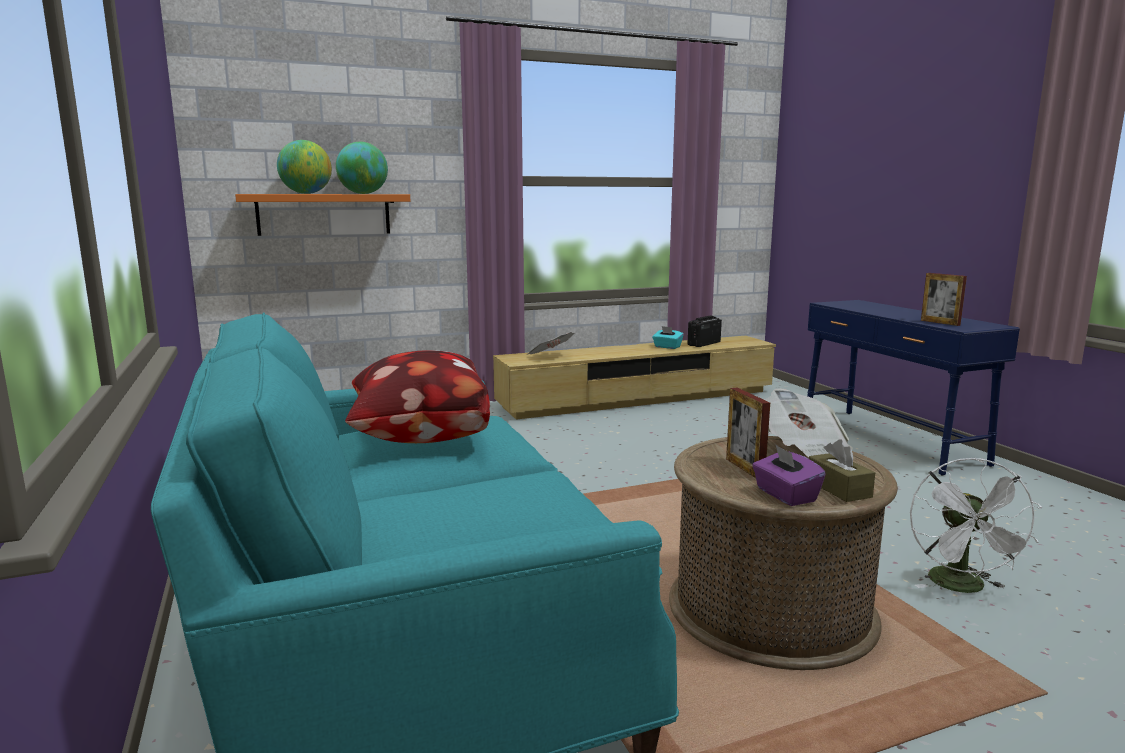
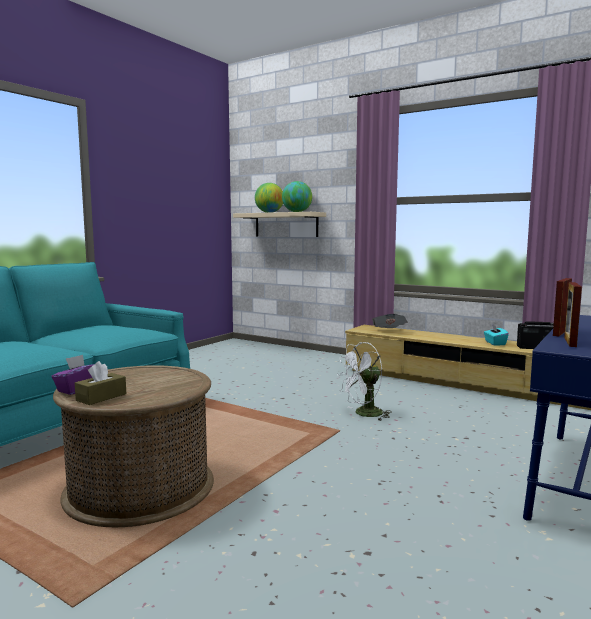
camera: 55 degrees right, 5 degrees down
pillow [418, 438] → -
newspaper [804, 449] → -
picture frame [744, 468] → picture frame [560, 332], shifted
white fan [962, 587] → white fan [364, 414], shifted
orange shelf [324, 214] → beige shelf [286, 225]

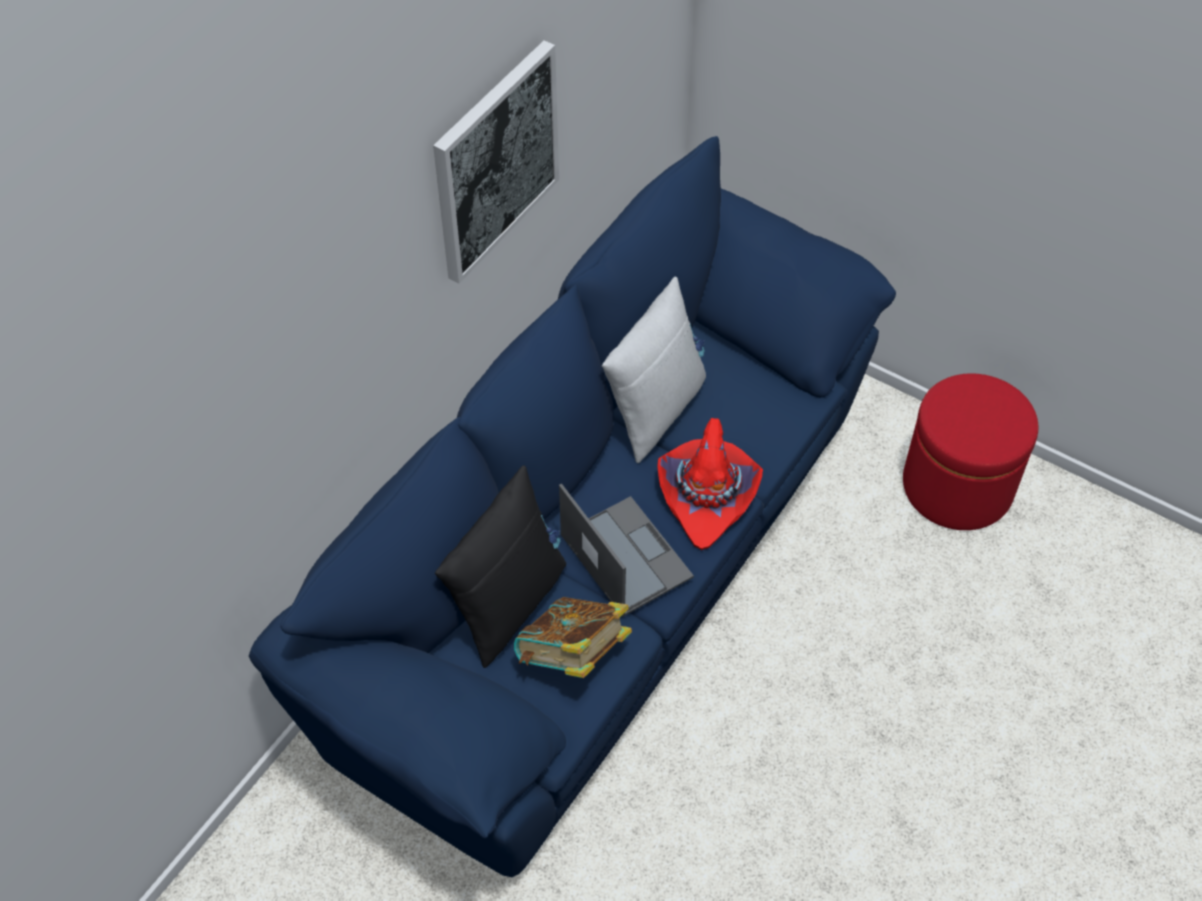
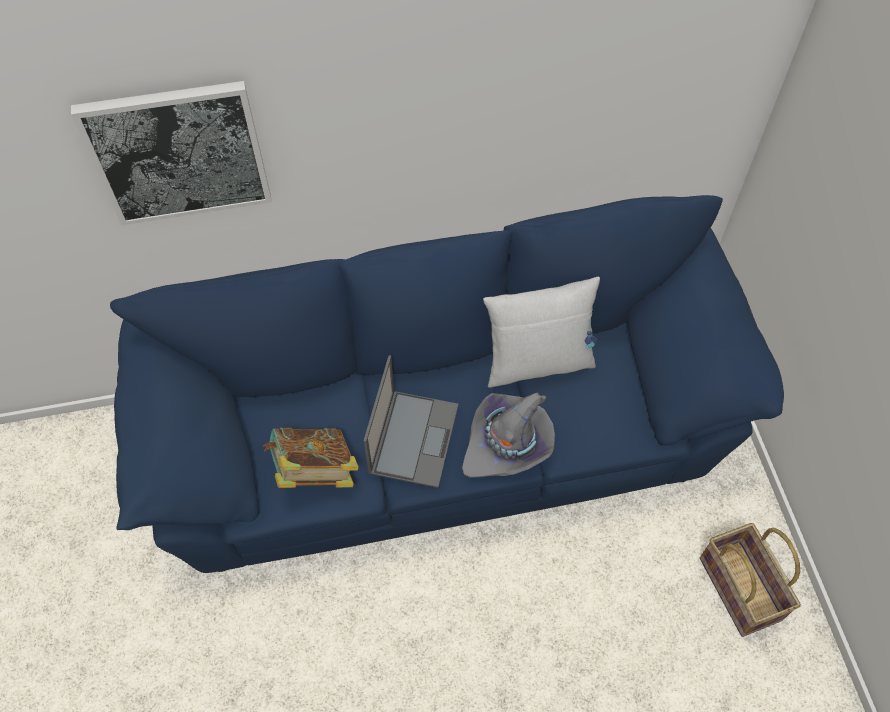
camera: 45 degrees right, 5 degrees up
black pillow [508, 605] → -
picture [495, 161] → picture [178, 153], shifted
red ottoman [957, 486] → basket [741, 588]
red hat [707, 495] → grey hat [508, 444]

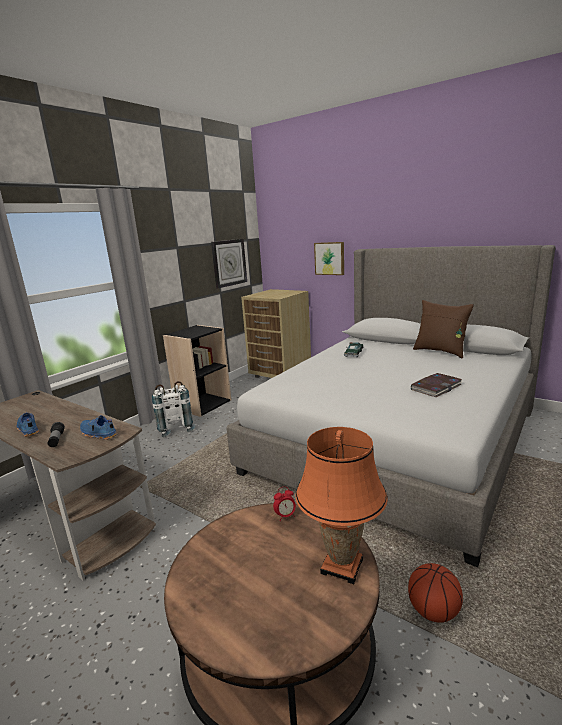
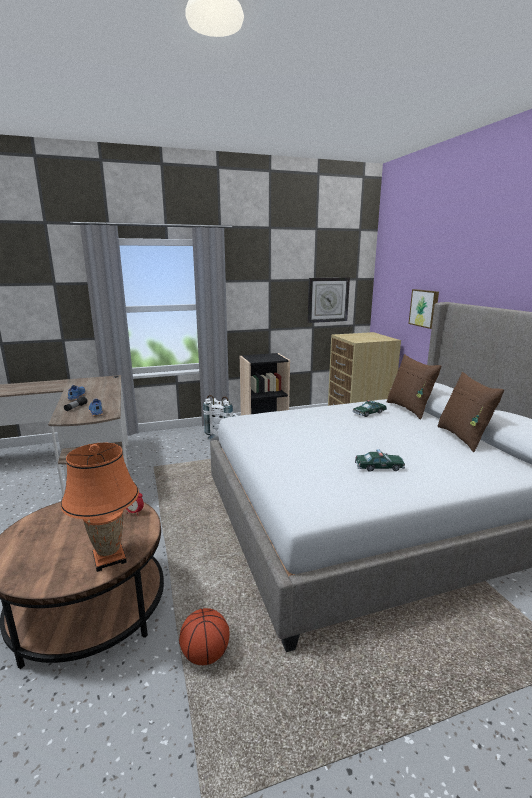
camera: 35 degrees right, 0 degrees up
- → brown pillow [409, 409]
book [436, 387] → toy car [379, 467]

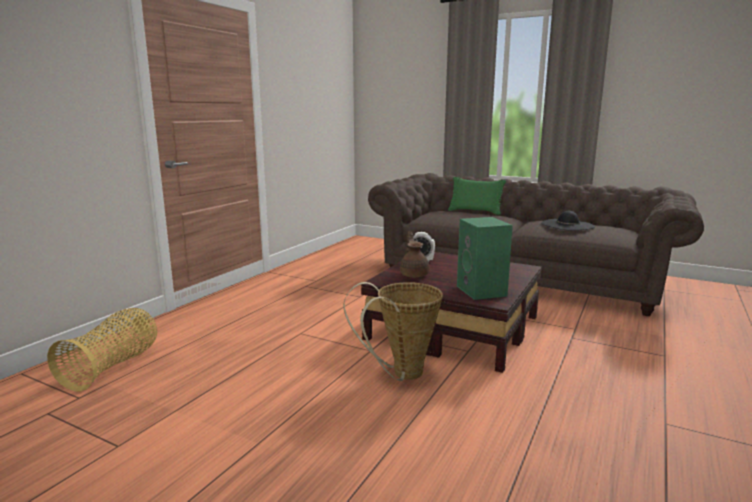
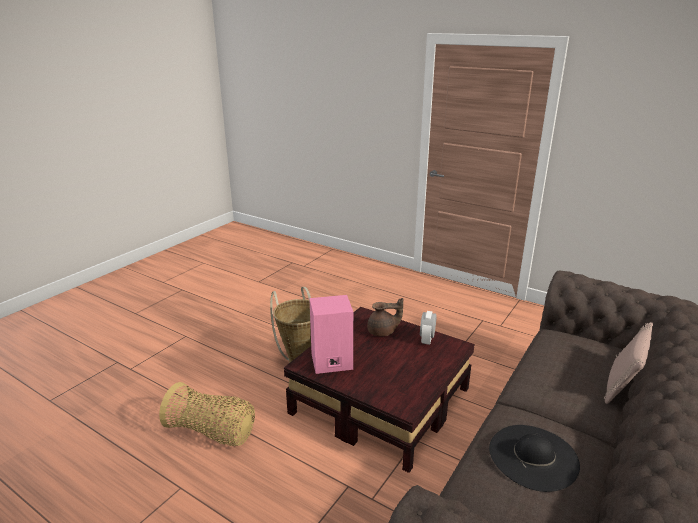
camera: 95 degrees right, 10 degrees up
basket [112, 367] → basket [212, 432], shifted
green pillow [475, 212] → beige pillow [622, 383]
green speaker [482, 291] → pink speaker [330, 362]

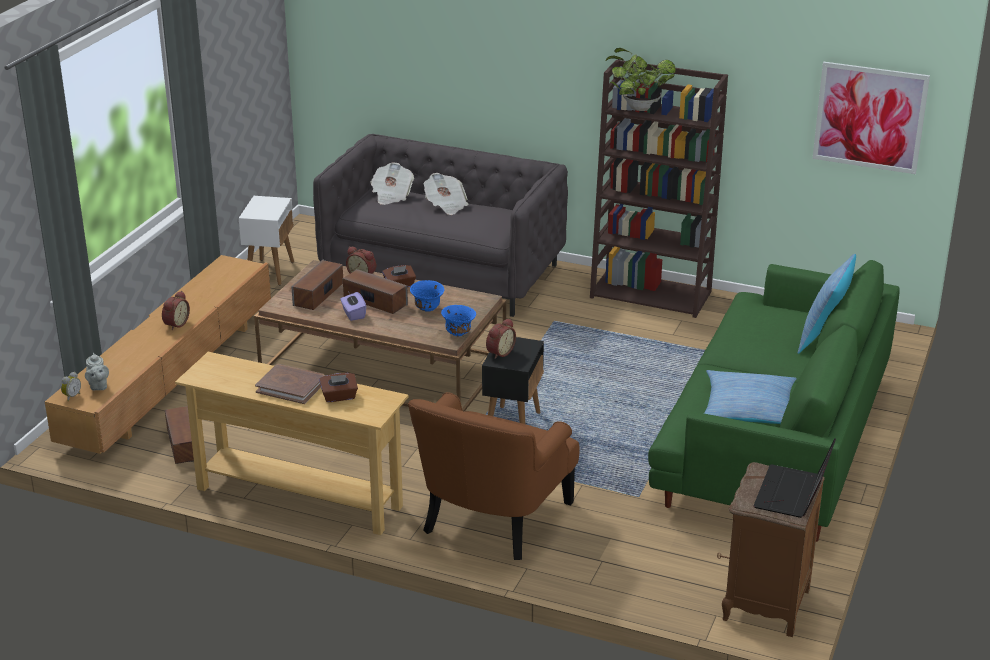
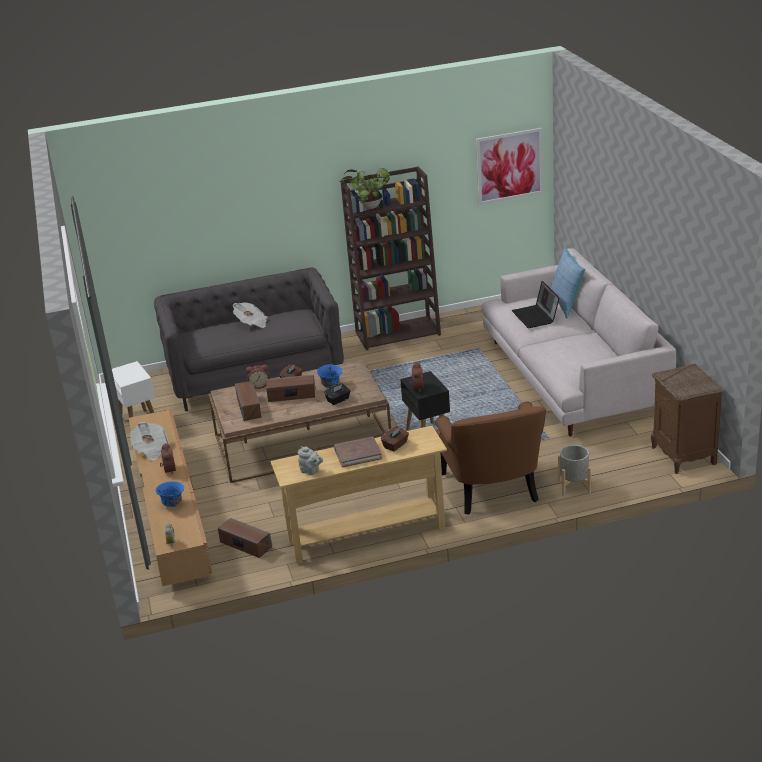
camera: 35 degrees left, 0 degrees up
purple tissue box [353, 314] → -
pillow [748, 408] → -
- → black tissue box [338, 400]
- → grey planter [574, 486]
grey teapot [98, 386] → grey teapot [311, 471], shifted
newspaper [391, 195] → newspaper [151, 450], shifted
blue bowl [458, 333] → blue bowl [172, 504], shifted
laptop [793, 495] → laptop [536, 317], shifted
green sofa [775, 439] → white sofa [573, 377]

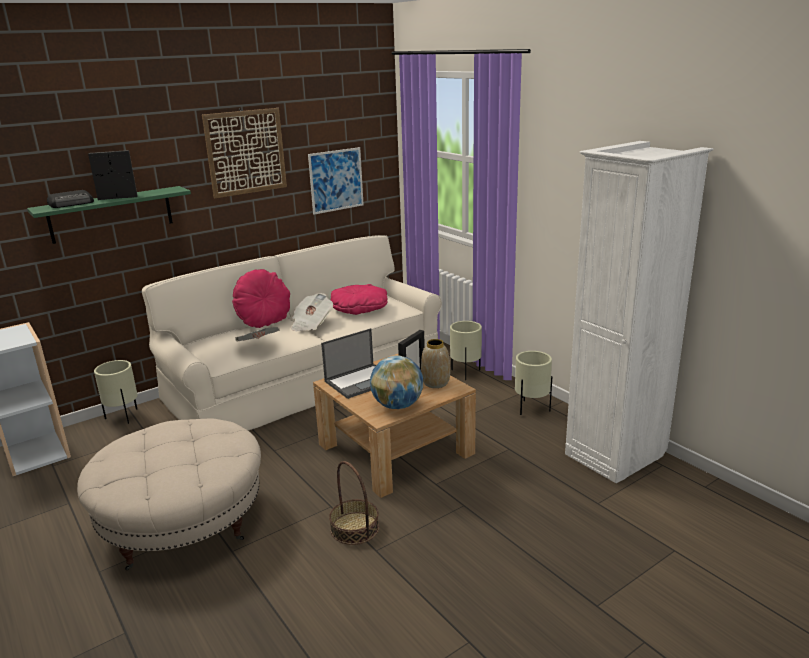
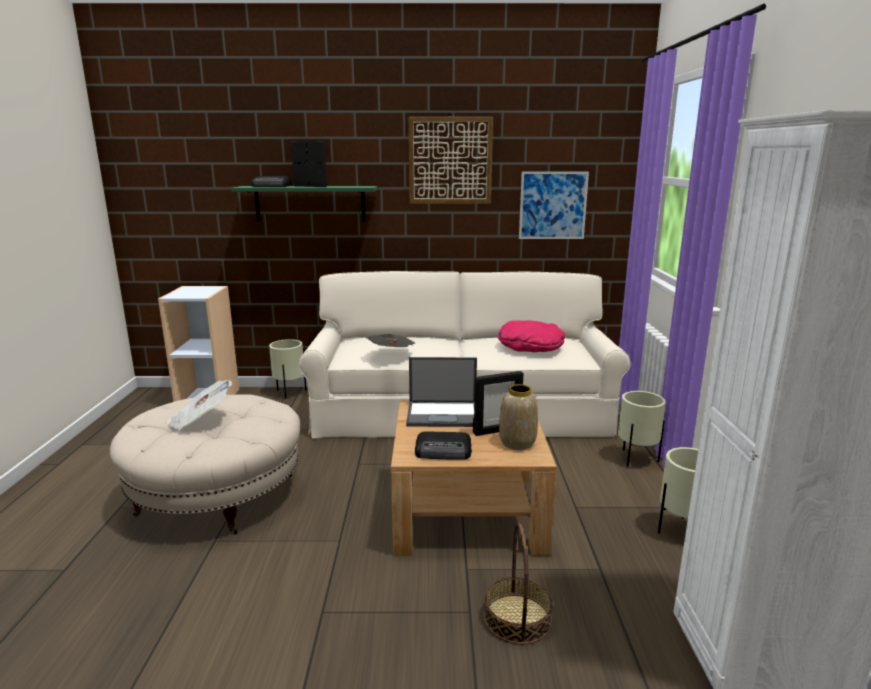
camera: 35 degrees right, 5 degrees down
pink pillow [264, 323] → -
newspaper [311, 324] → newspaper [200, 420], shifted
basket [355, 528] → basket [517, 618], shifted
globe [397, 405] → radio [444, 451]

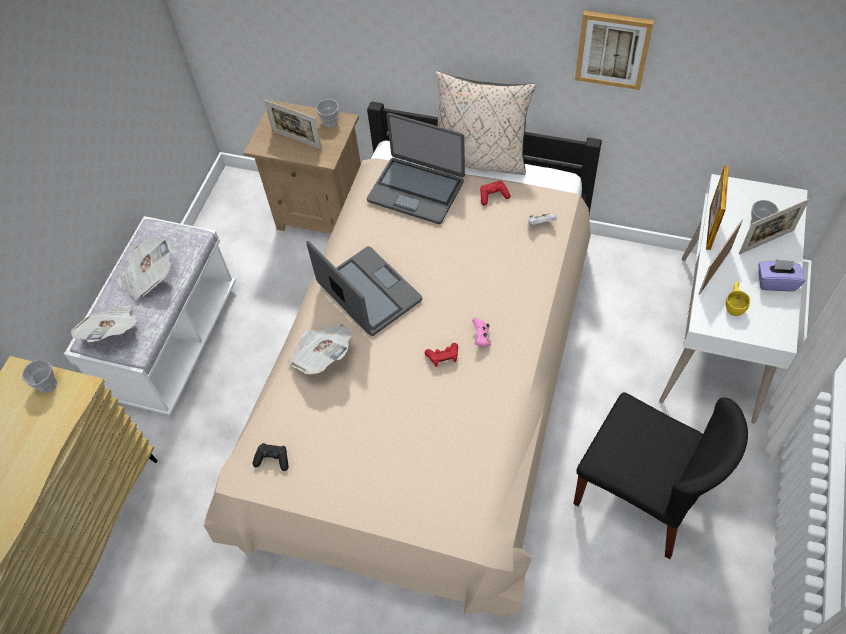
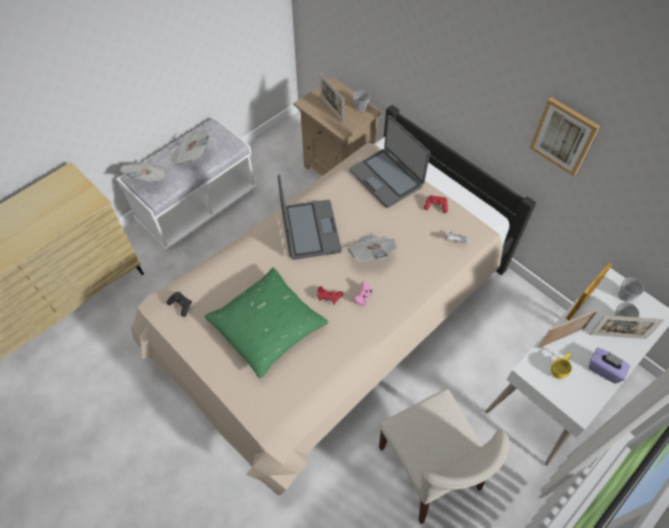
camera: 25 degrees right, 0 degrees up
beige pillow [481, 158] → -
- → green pillow [268, 326]
cup [47, 384] → cup [625, 296], shifted
newspaper [322, 356] → newspaper [370, 254], shifted
black chair [641, 494] → beige chair [430, 468]

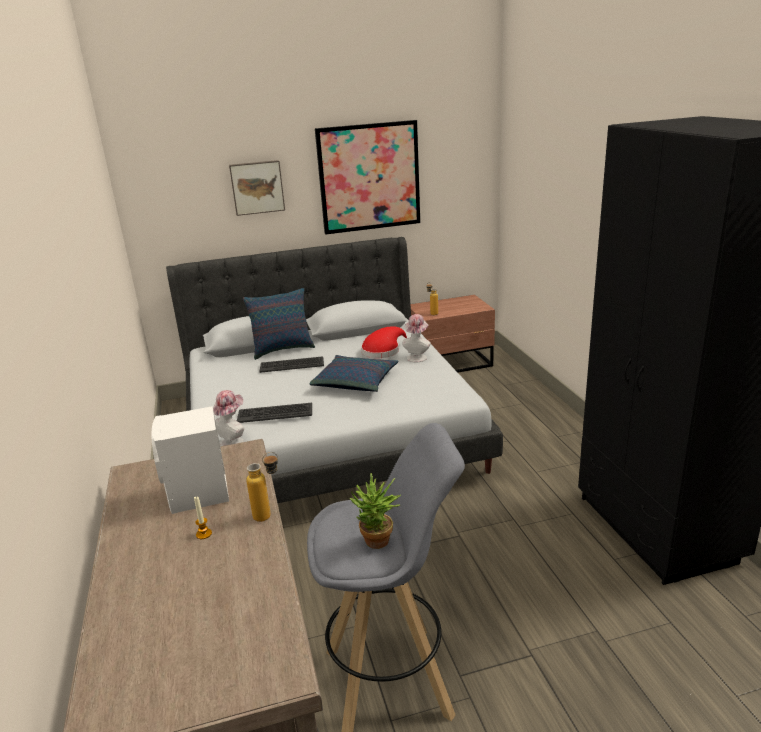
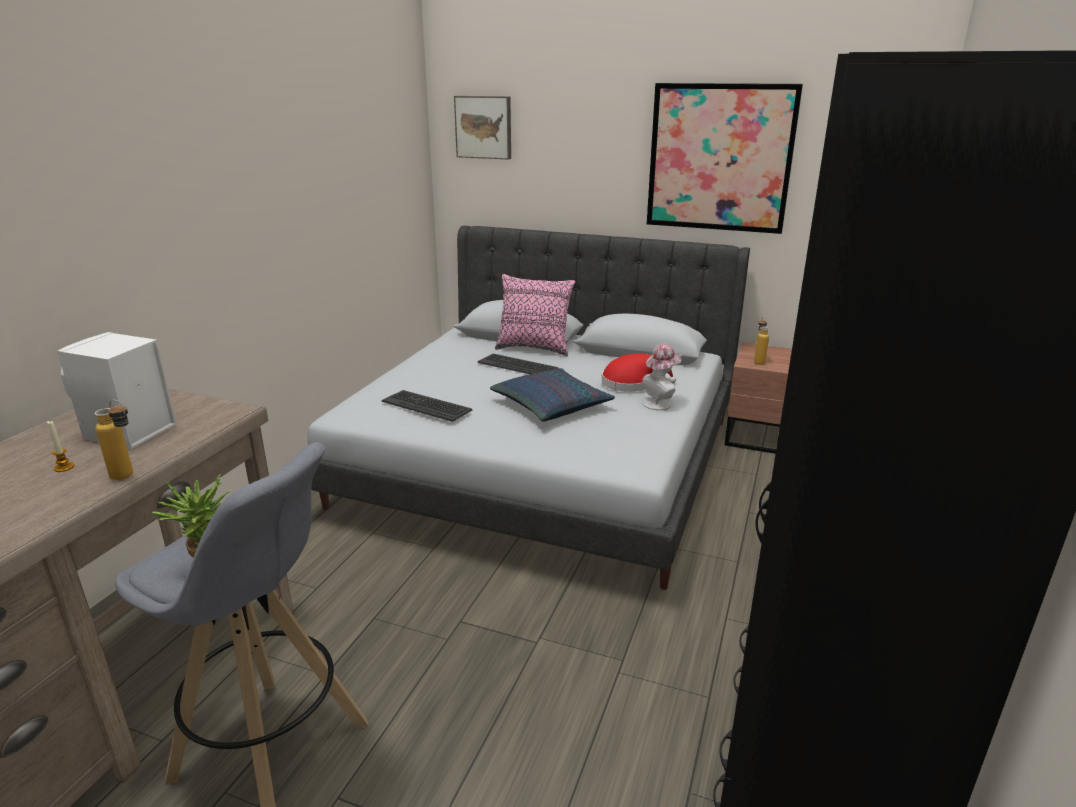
camera: 35 degrees right, 0 degrees up
hat [233, 441] → -
picture [257, 187] → picture [484, 127], shifted
blue pillow [283, 350] → pink pillow [534, 349]

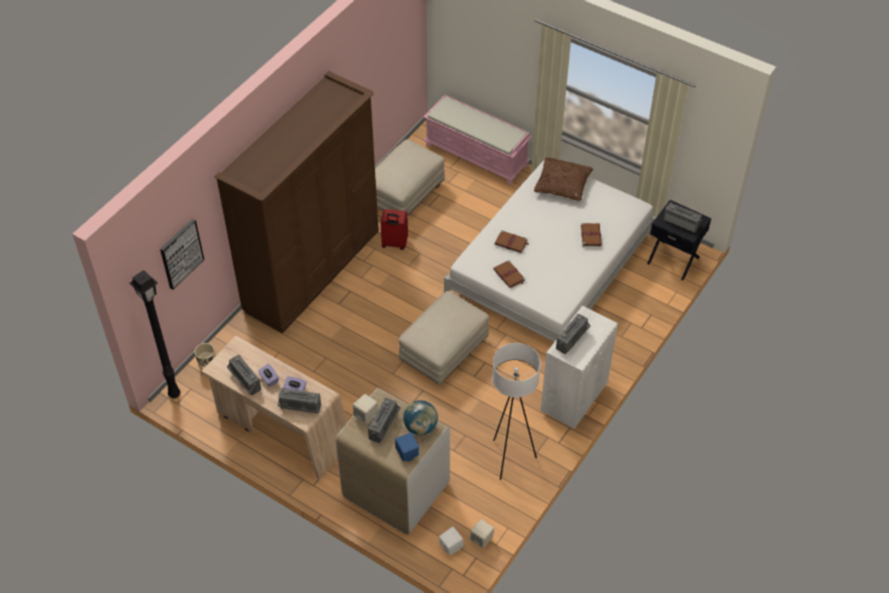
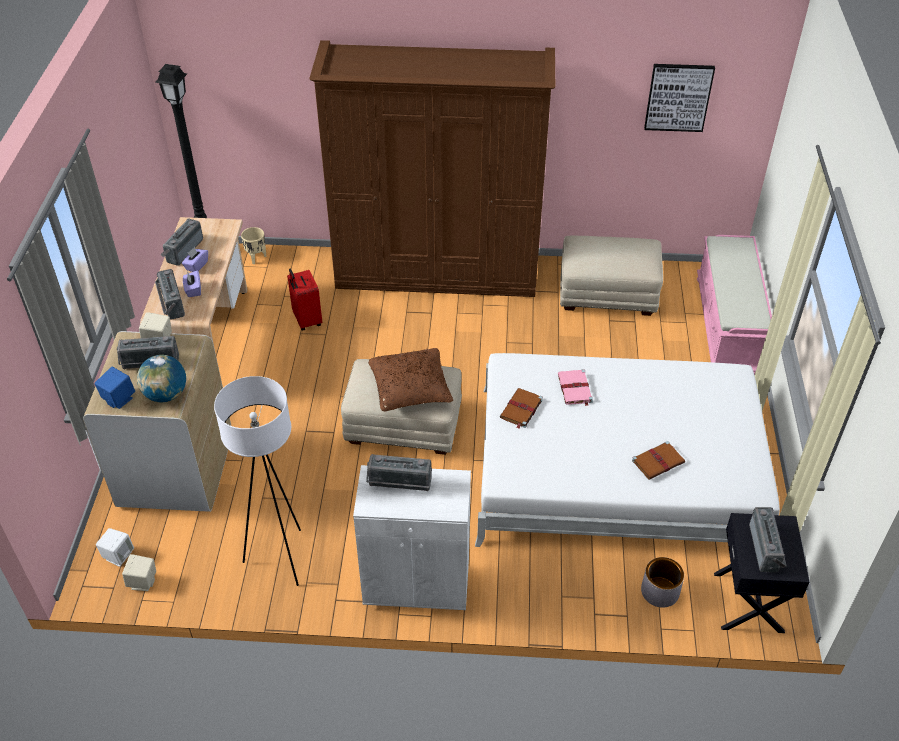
camera: 60 degrees right, 5 degrees down
- → grey planter [660, 592]
picture [181, 253] → picture [678, 97], shifted
red suitcase [394, 243] → red suitcase [306, 320], shifted
brown pillow [562, 185] → brown pillow [410, 388], shifted
brown book [511, 243] → pink book [575, 389]

